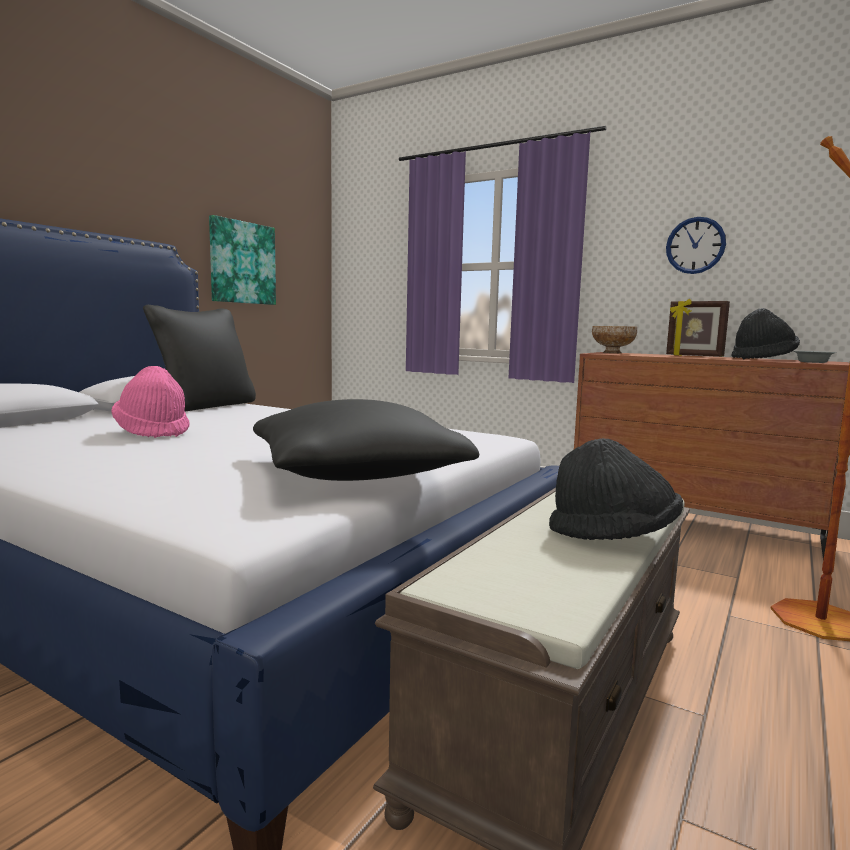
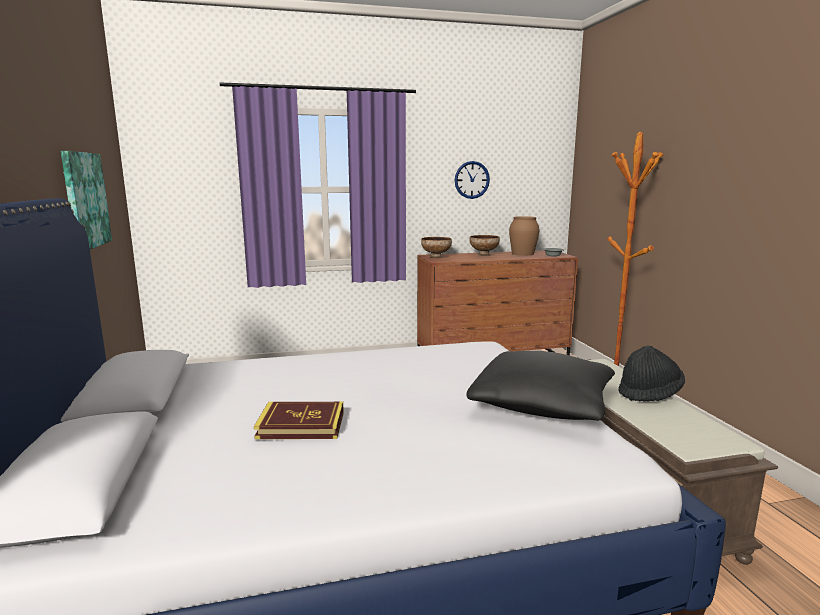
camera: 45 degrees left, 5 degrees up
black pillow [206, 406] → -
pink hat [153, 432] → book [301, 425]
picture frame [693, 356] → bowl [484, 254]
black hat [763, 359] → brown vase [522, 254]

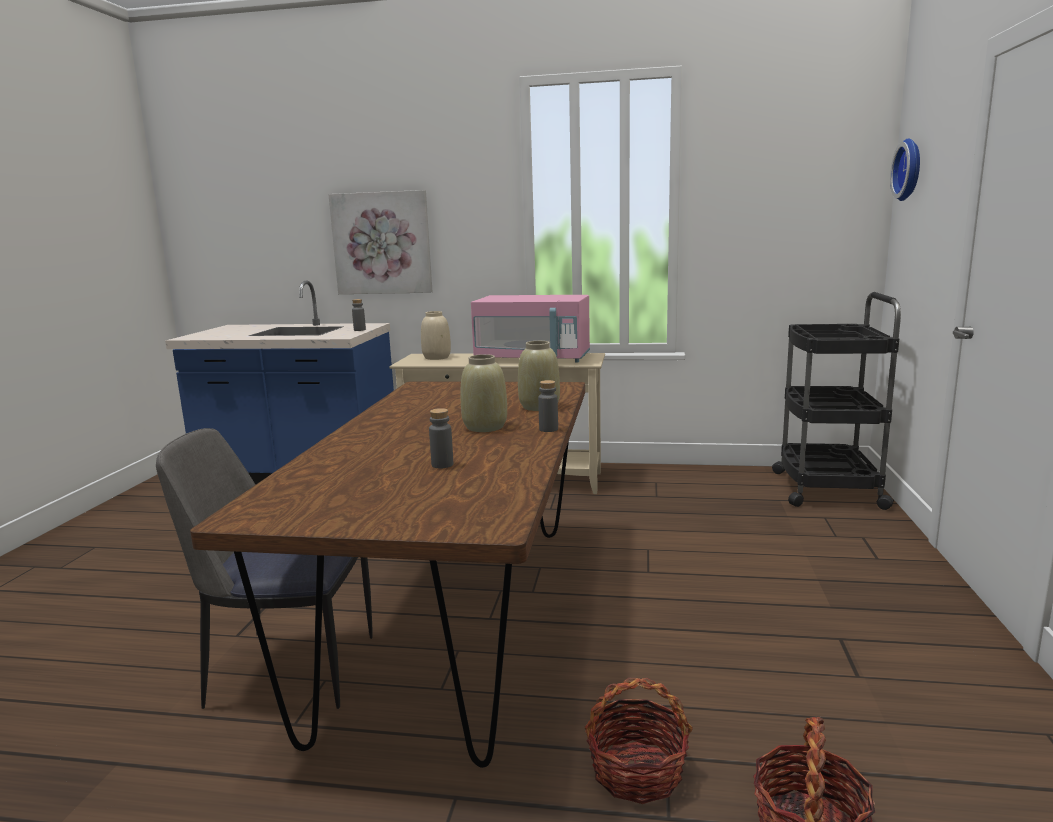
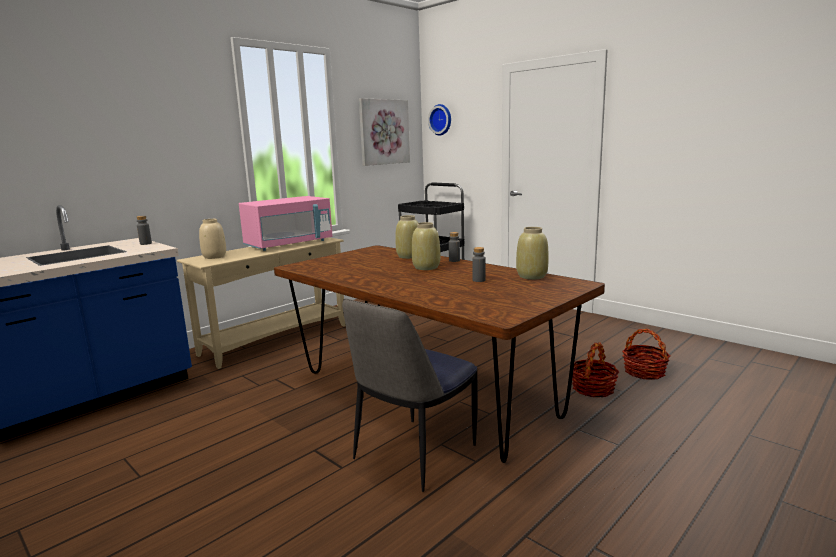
camera: 55 degrees left, 0 degrees up
- → beige vase [532, 276]
picture [382, 243] → picture [384, 132], shifted

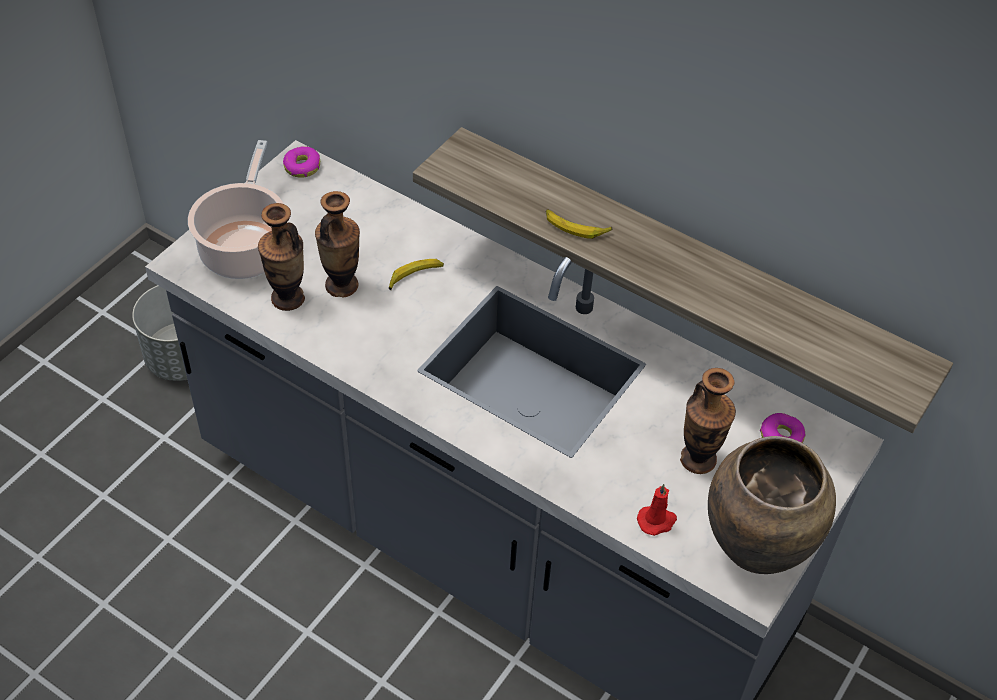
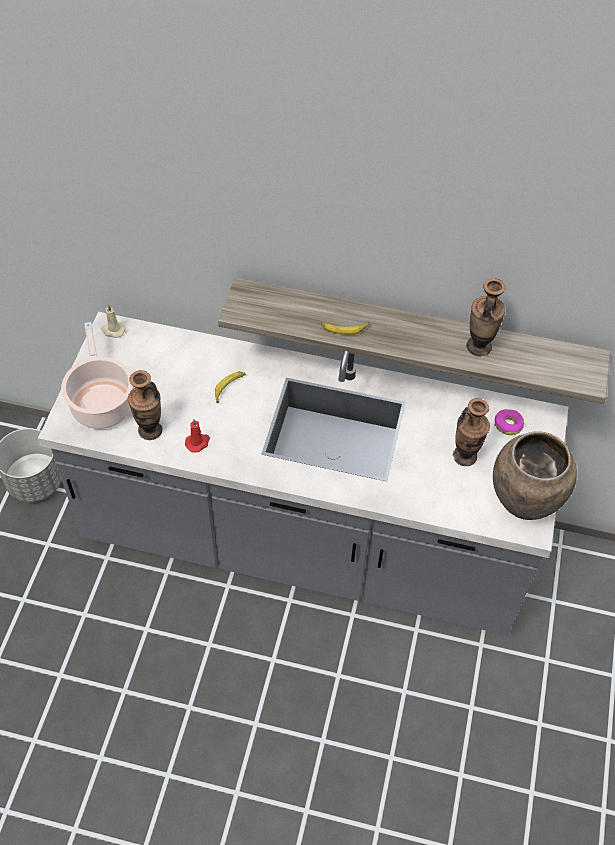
camera: 20 degrees left, 5 degrees up
vase [342, 285] → vase [479, 346], shifted
red candle [657, 521] → red candle [198, 442], shifted
donut [302, 167] → beige candle [113, 330]

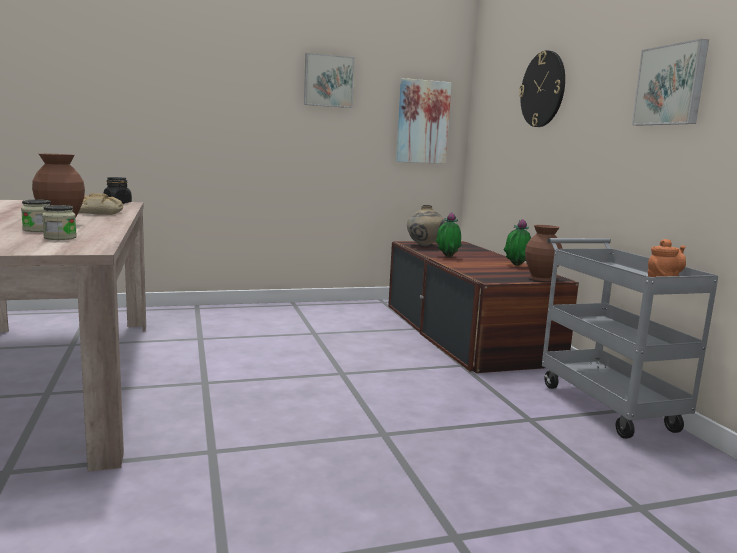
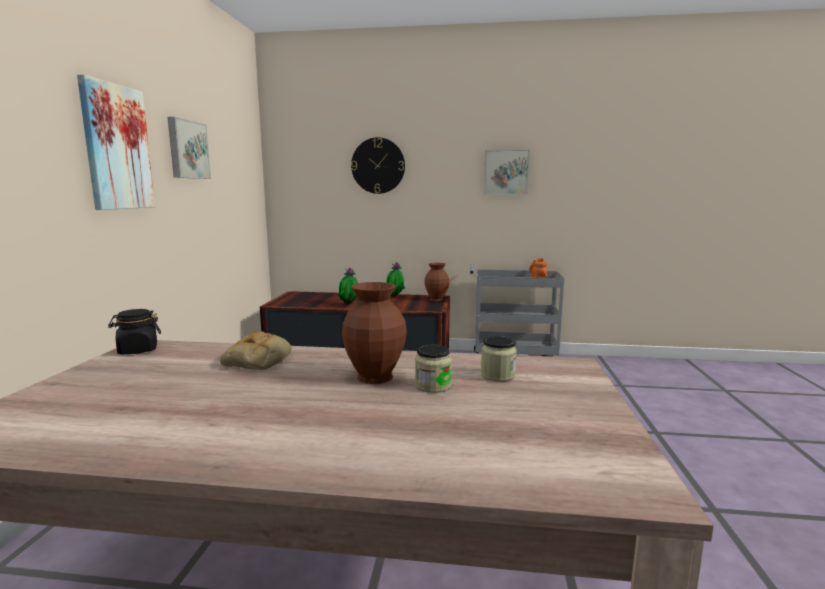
camera: 65 degrees left, 0 degrees up
beige vase [424, 246] → -
picture [422, 122] → picture [116, 147], shifted

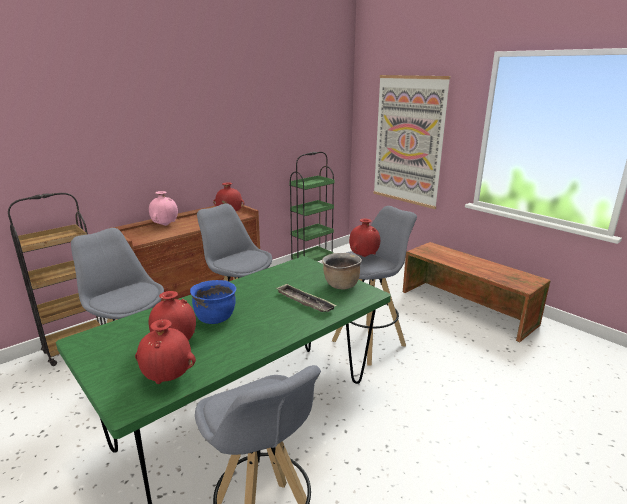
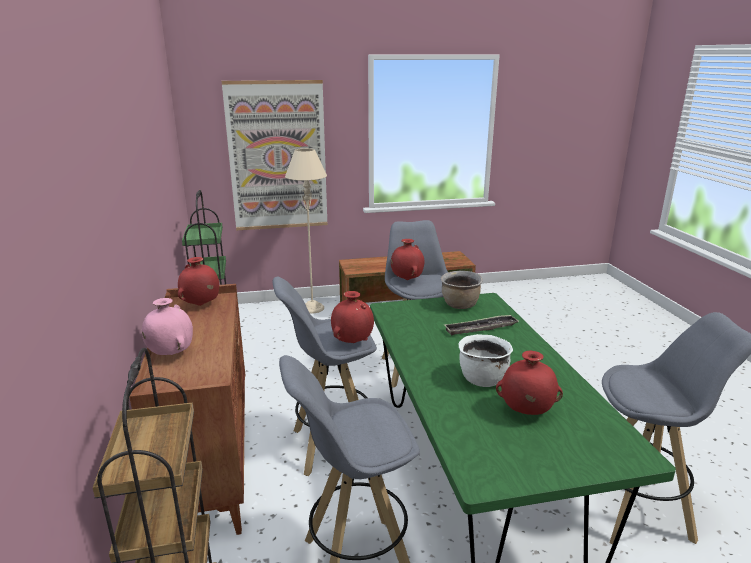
camera: 60 degrees left, 0 degrees up
- → beige floor lamp [312, 308]
red vase [168, 378] → red vase [352, 342], shifted
blue cooking pot [215, 318] → white cooking pot [482, 379]

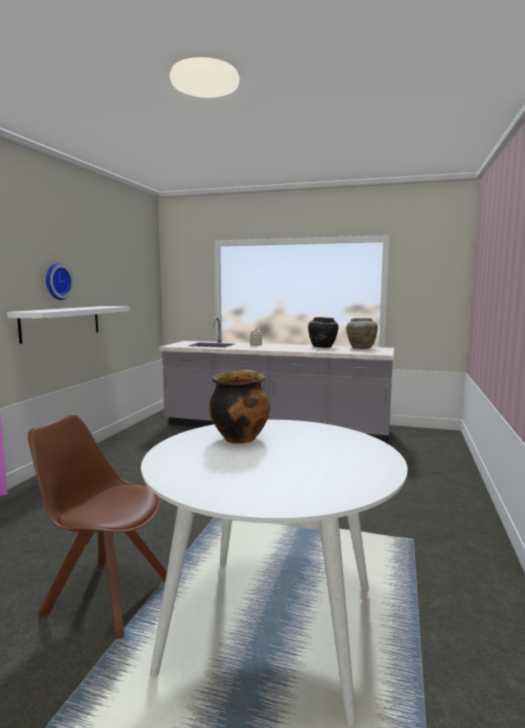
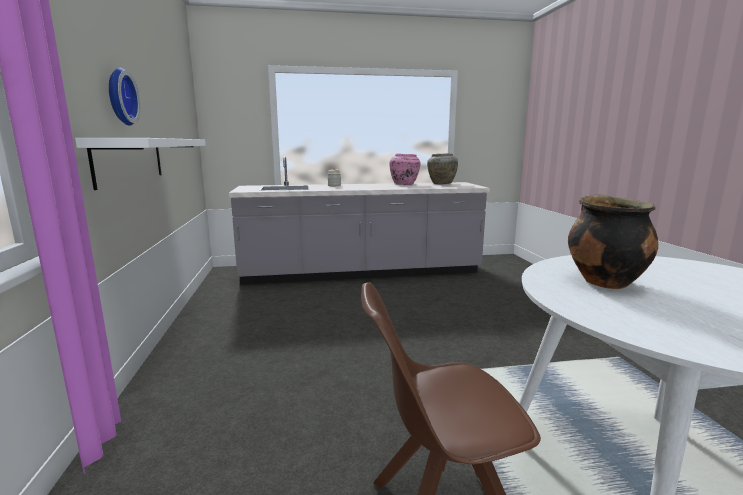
camera: 25 degrees left, 5 degrees up
black vase [322, 346] → pink vase [404, 184]

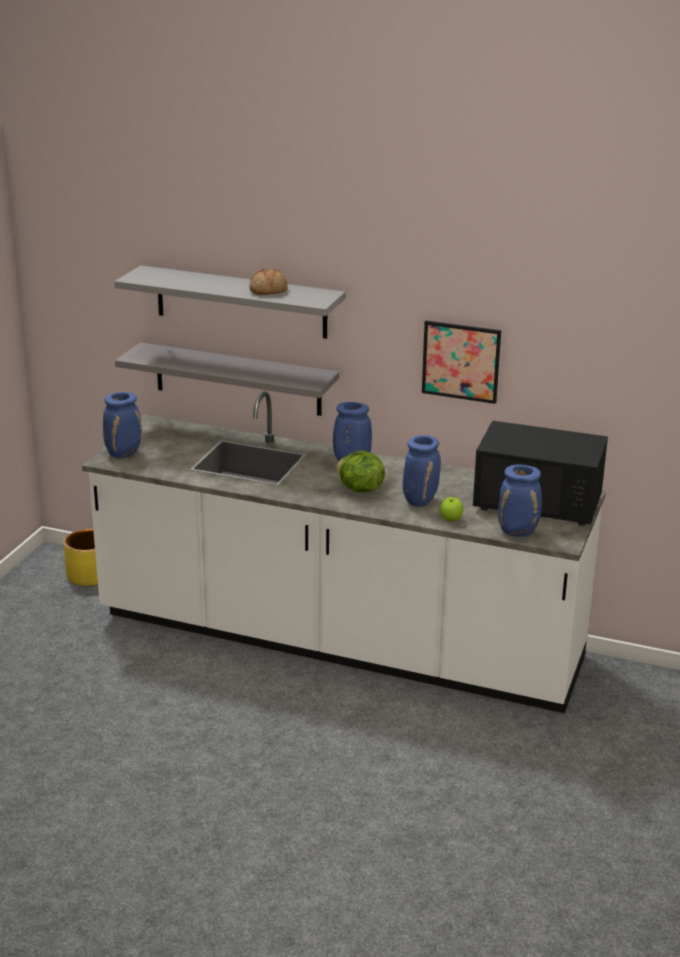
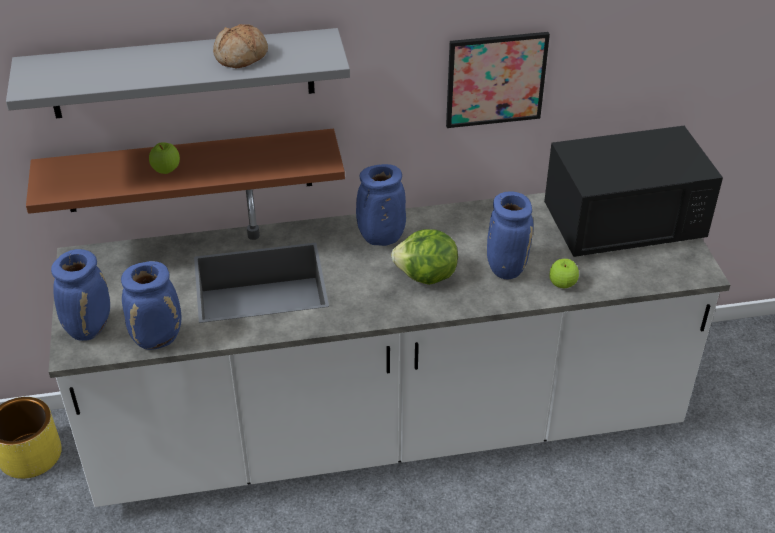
camera: 30 degrees left, 15 degrees up
- → apple [166, 170]
blue vase [518, 532] → blue vase [158, 339], shifted
grey shelf [237, 379] → brown shelf [189, 170]

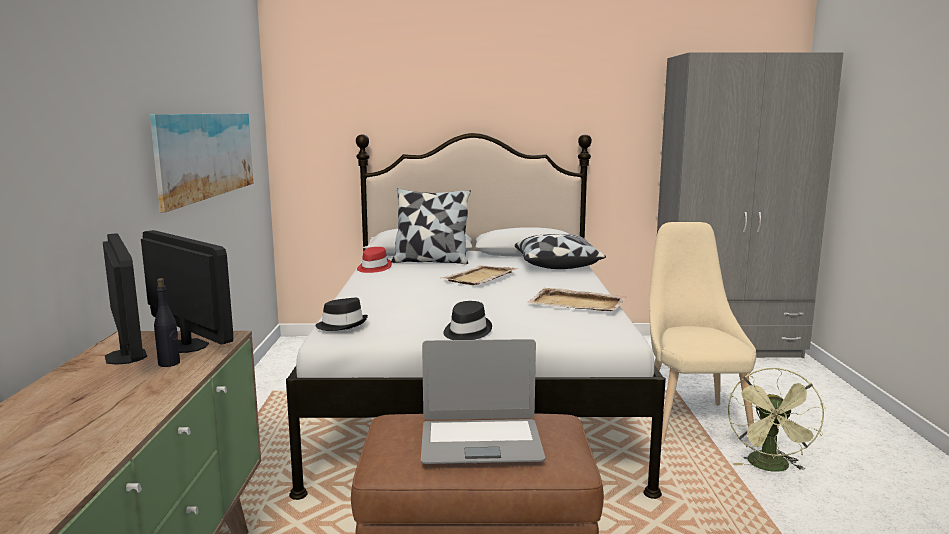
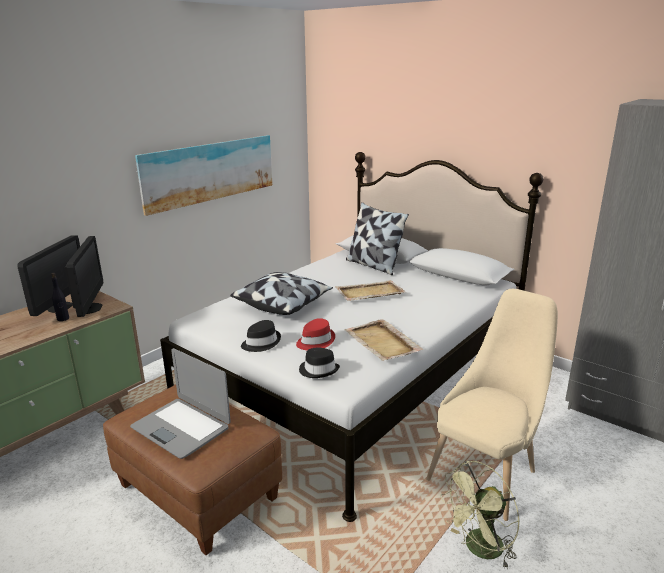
camera: 40 degrees right, 10 degrees up
black hat [342, 325] → black hat [318, 370], shifted
red hat [373, 268] → red hat [315, 341], shifted
pillow [555, 265] → pillow [283, 304], shifted

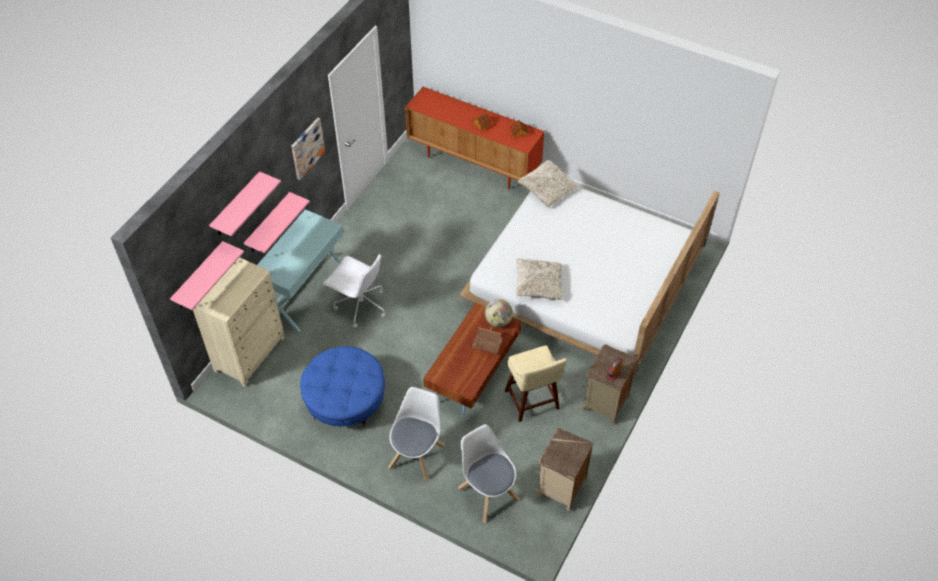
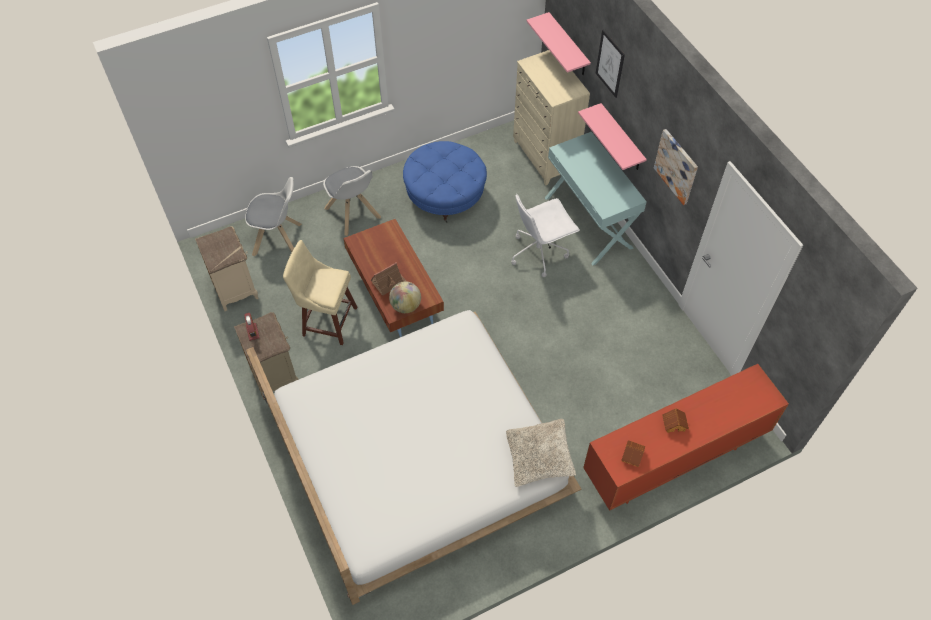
camera: 125 degrees right, 5 degrees up
beige pillow [538, 284] → -
pink shelf [236, 205] → picture [610, 64]

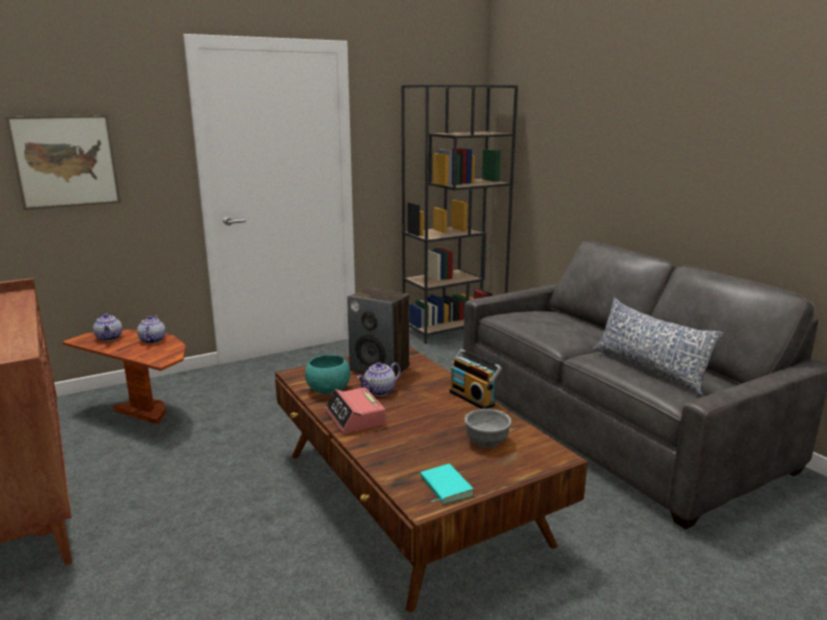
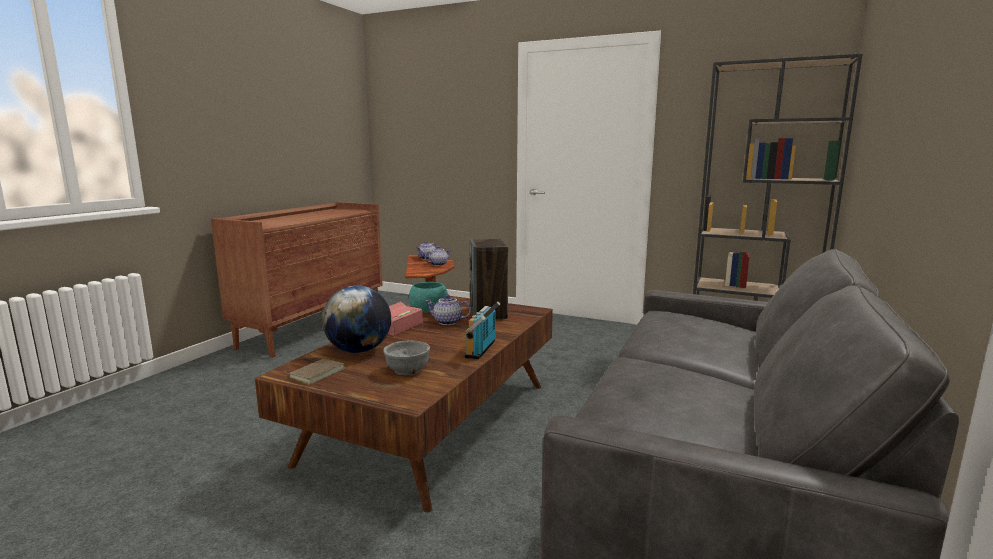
camera: 55 degrees right, 5 degrees down
picture [65, 161] → -
pillow [649, 368] → -
- → globe [359, 350]
turquoise book [444, 486] → brown book [316, 373]

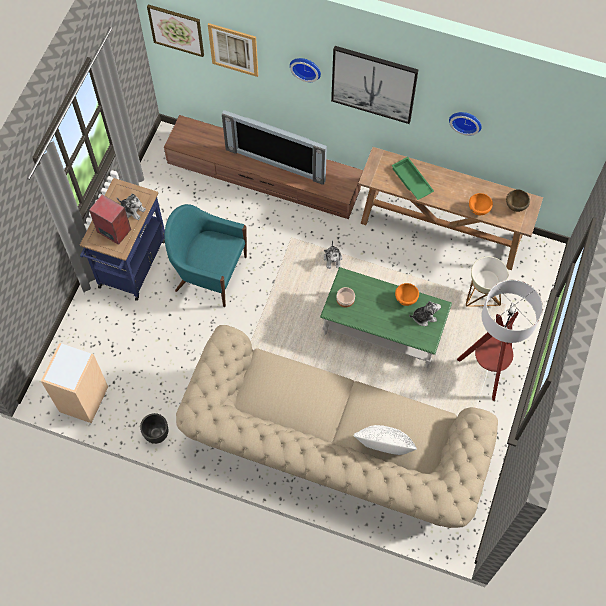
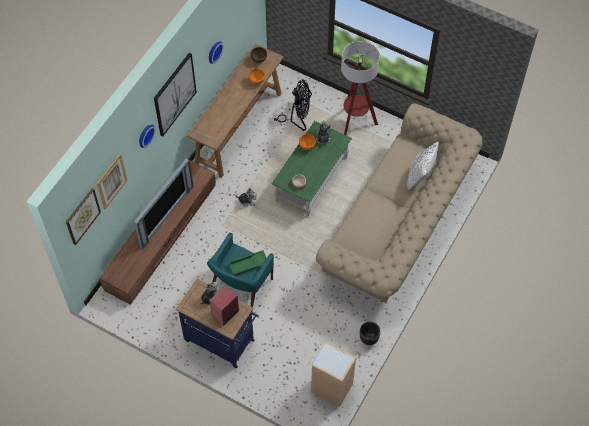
camera: 80 degrees left, 5 degrees down
green tray [411, 181] → green tray [248, 265], shifted
planter [482, 296] → black fan [297, 114]

